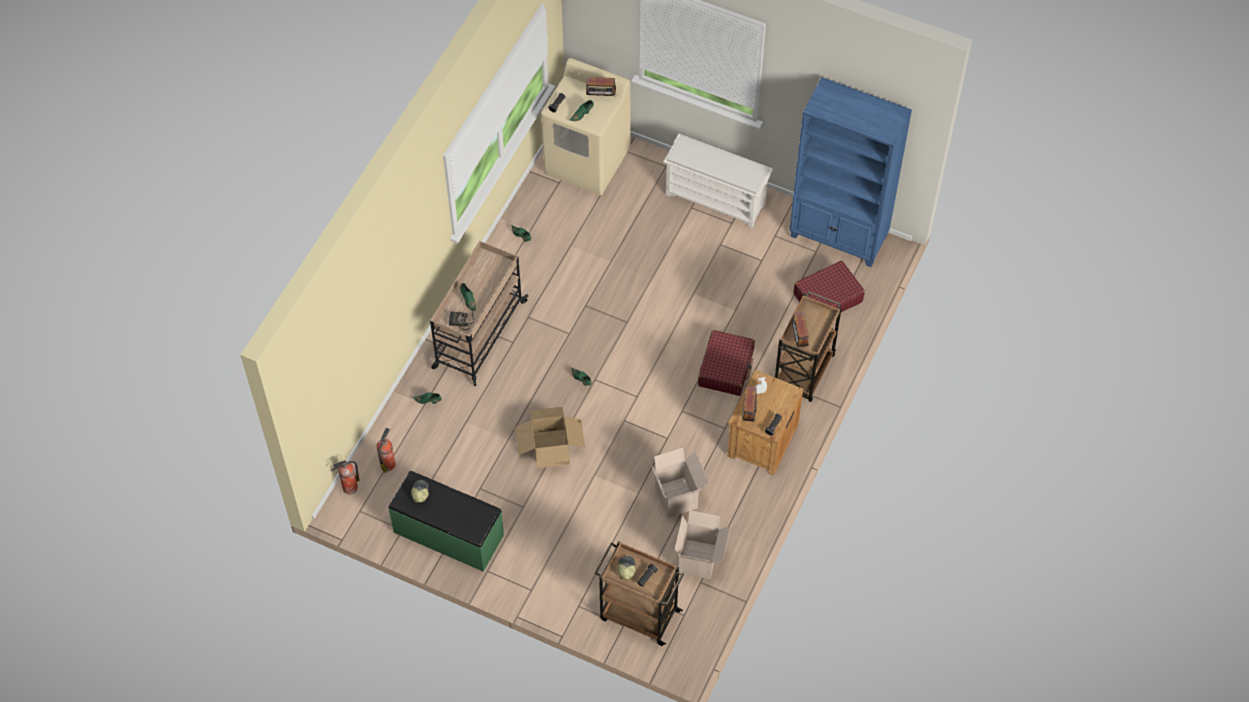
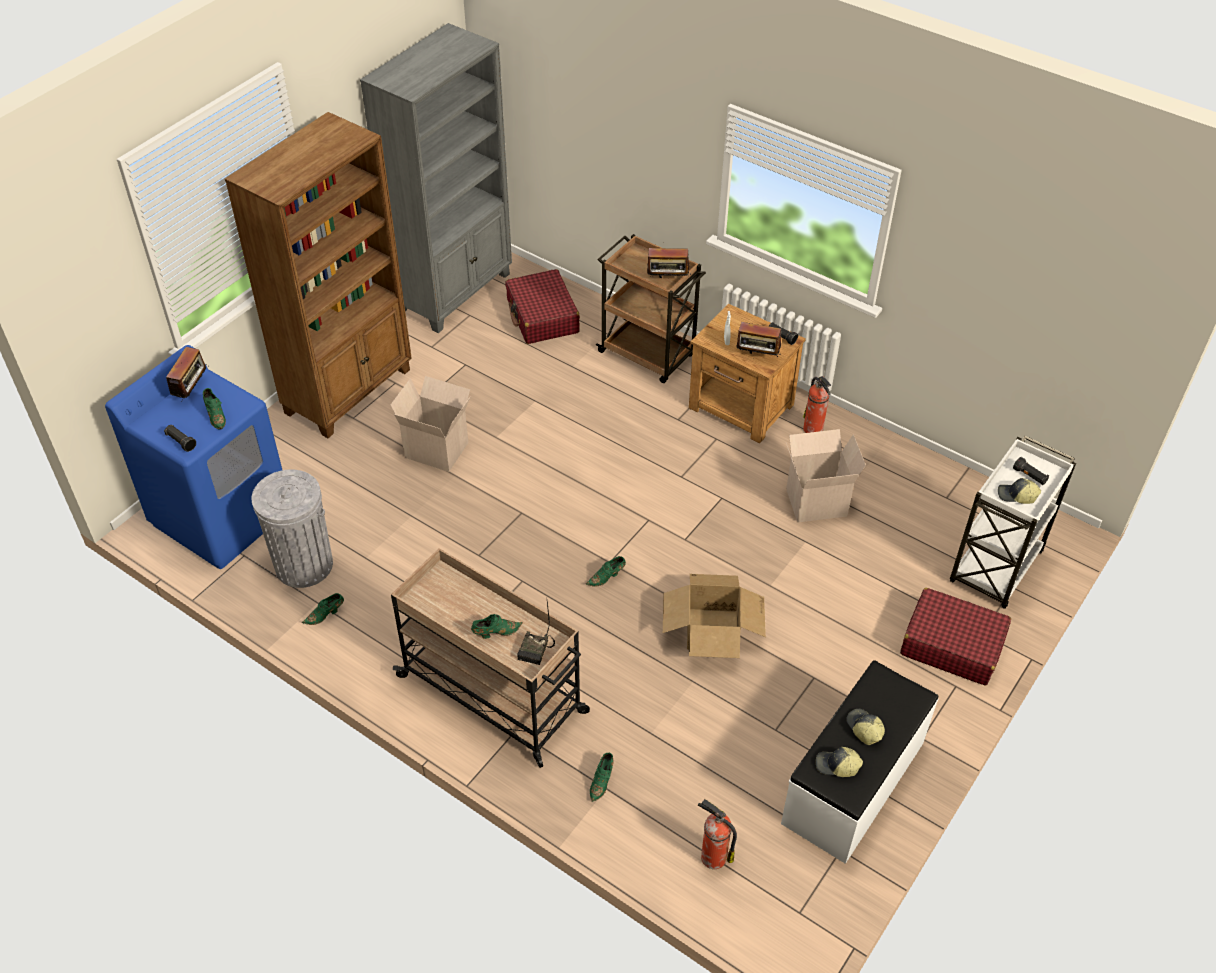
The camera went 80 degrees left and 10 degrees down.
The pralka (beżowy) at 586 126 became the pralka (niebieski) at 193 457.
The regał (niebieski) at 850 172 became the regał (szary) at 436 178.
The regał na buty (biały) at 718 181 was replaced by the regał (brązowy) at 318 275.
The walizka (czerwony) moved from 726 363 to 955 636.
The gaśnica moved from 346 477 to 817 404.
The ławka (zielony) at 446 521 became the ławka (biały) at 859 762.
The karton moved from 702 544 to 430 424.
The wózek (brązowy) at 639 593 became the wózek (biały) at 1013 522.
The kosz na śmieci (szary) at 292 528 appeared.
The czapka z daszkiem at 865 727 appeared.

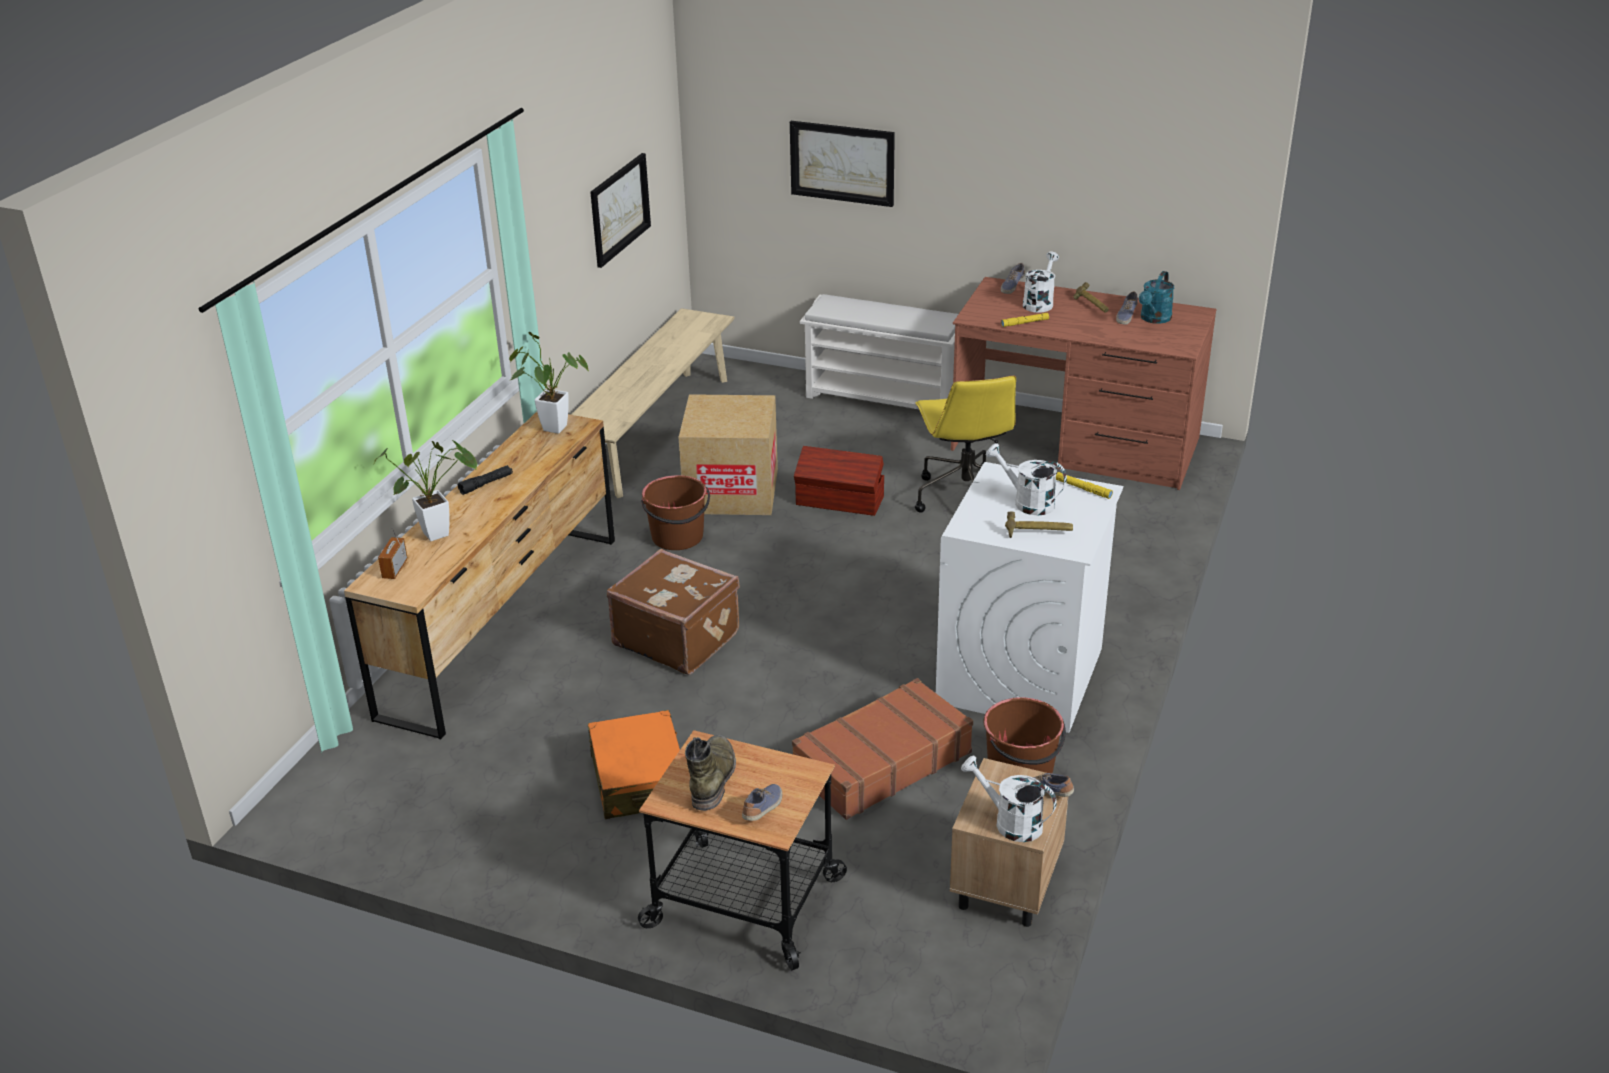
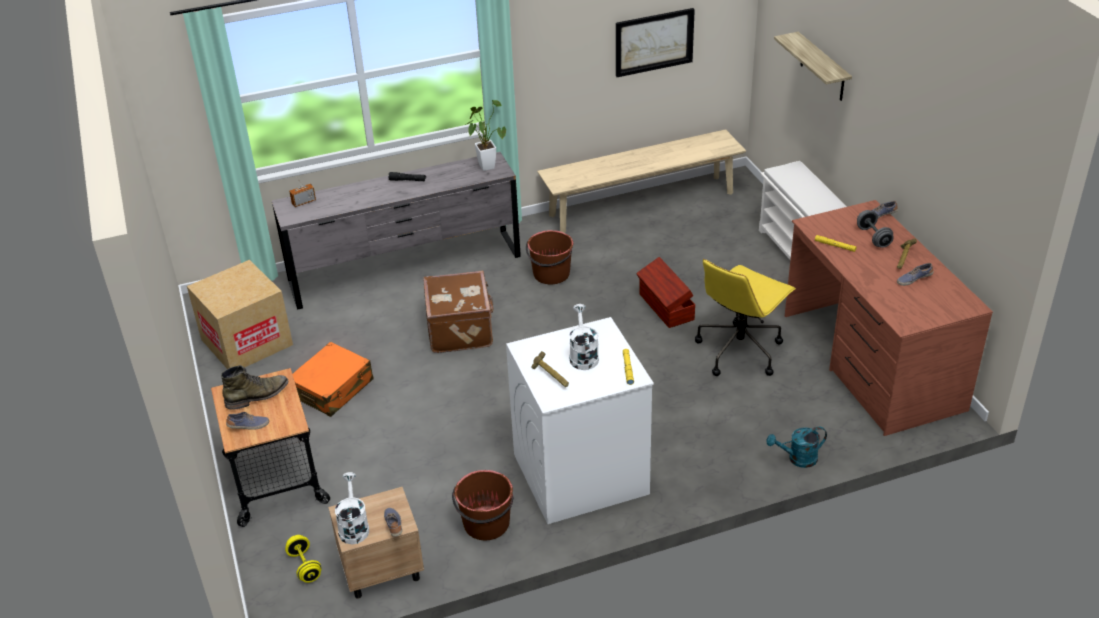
The camera went 50 degrees right and 5 degrees up.
The obraz at 842 164 was replaced by the półka at 813 66.
The konewka (biały) at 1041 282 was replaced by the hantel (szary) at 875 229.
The konewka (turkusowy) moved from 1156 297 to 796 447.
The karton moved from 728 454 to 240 314.
The komoda (brązowy) at 479 576 became the komoda (szary) at 396 231.
The roślina doniczkowa at 425 490 disappeared.
The walizka (brązowy) at 882 749 disappeared.
The hantel (żółty) at 303 559 appeared.

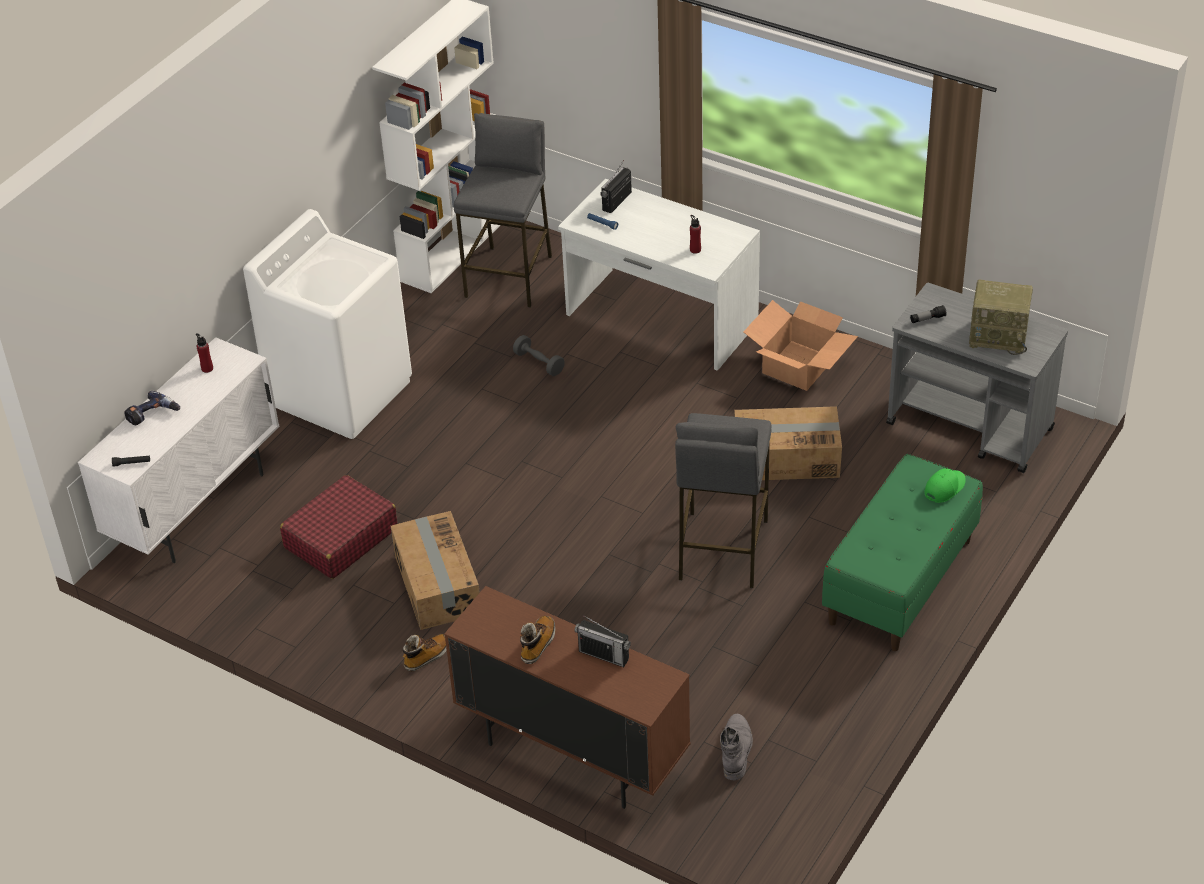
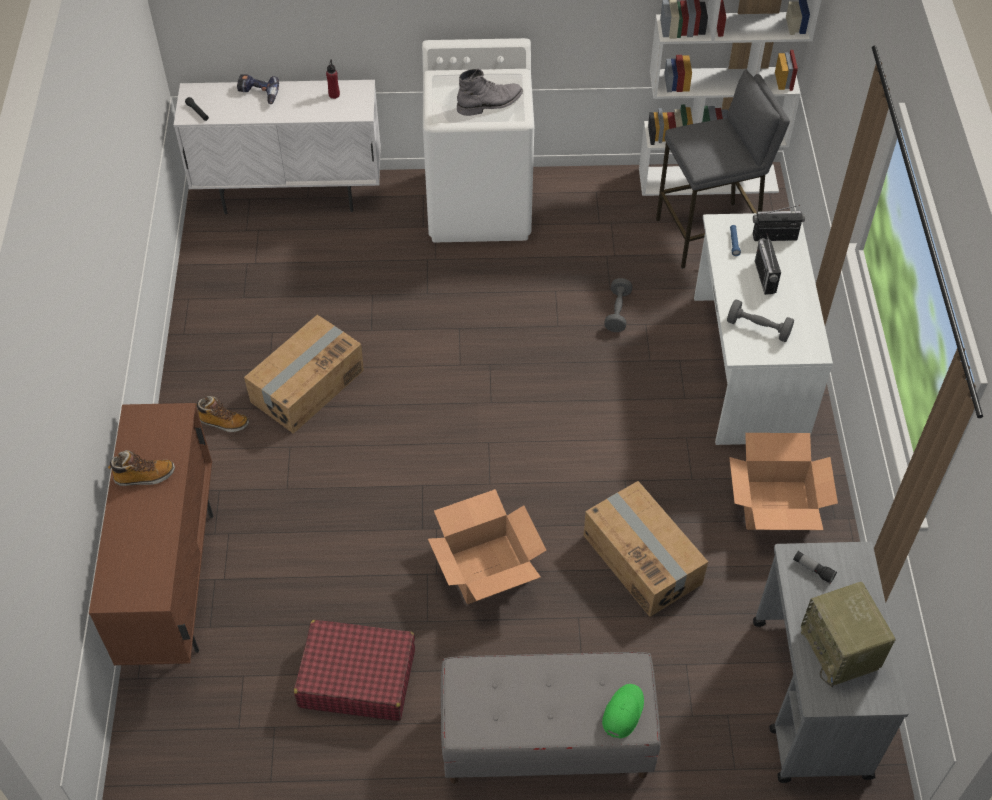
The camera went 55 degrees right and 10 degrees up.
The butelka (czerwony) at 695 234 was replaced by the hantel (szary) at 760 320.
The stołek (szary) at 723 500 was replaced by the karton at 487 546.
The ławka (zielony) at 902 552 became the ławka (szary) at 551 718.
The czapka z daszkiem (zielony) at 945 485 turned 75 degrees counterclockwise.
The walizka (czerwony) moved from 339 527 to 354 670.
The radio moved from 603 641 to 768 264.
The but z cholewką (szary) moved from 736 747 to 490 92.

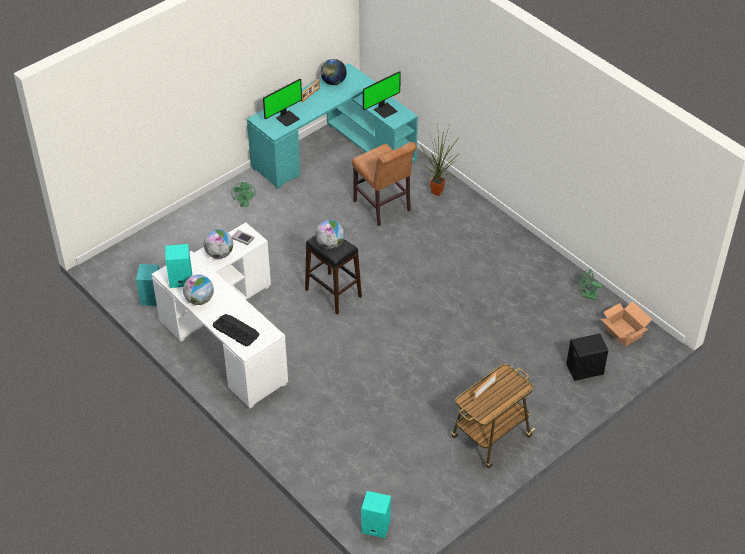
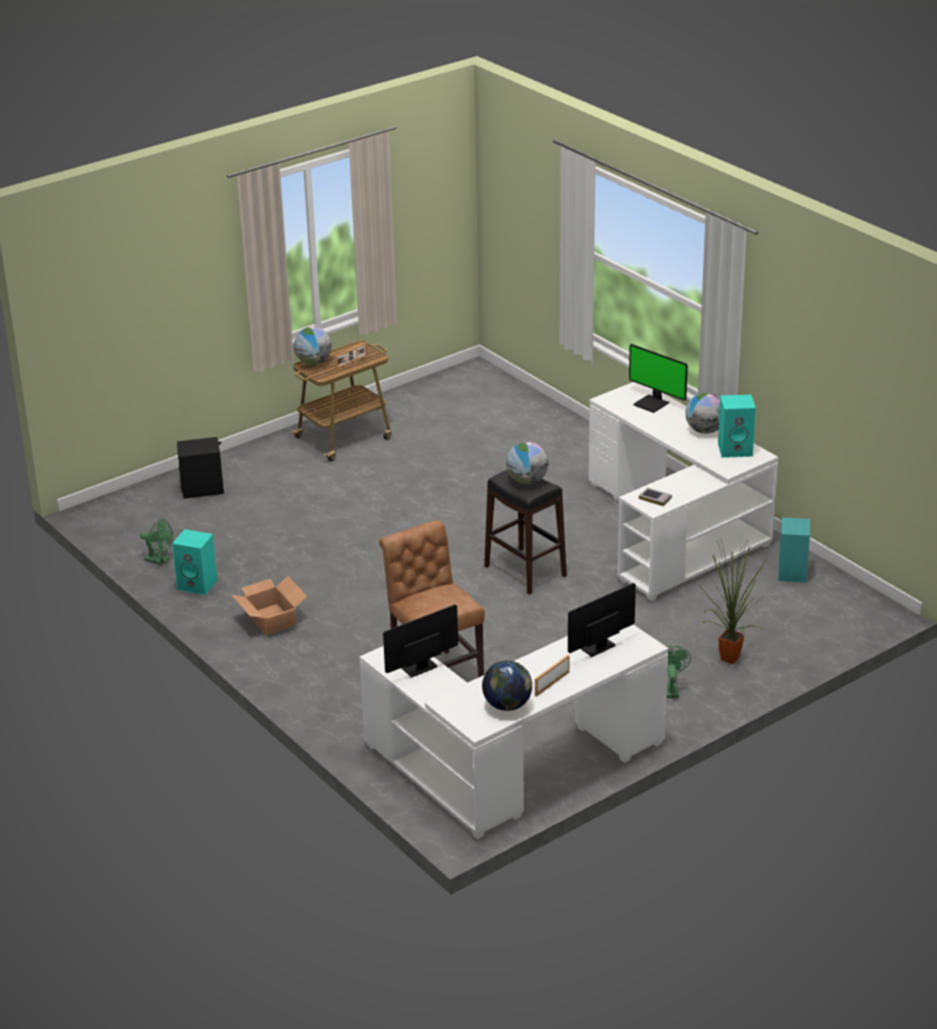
The camera went 175 degrees left and 15 degrees down.
The biurko (turkusowy) at 332 126 became the biurko (biały) at 513 731.
The roślina doniczkowa moved from 440 159 to 733 601.
The globus moved from 218 244 to 313 346.
The karton moved from 627 323 to 269 606.
The klawiatura at 236 330 was replaced by the monitor at 658 378.
The głośnik (turkusowy) moved from 376 514 to 194 562.

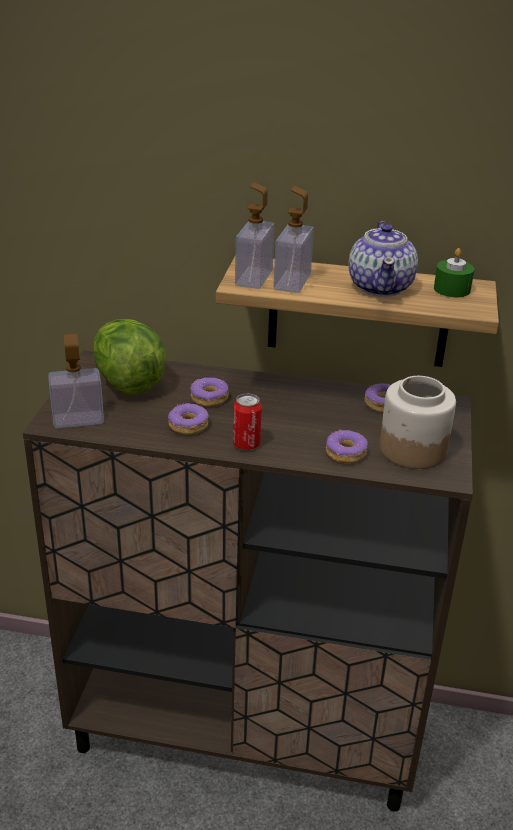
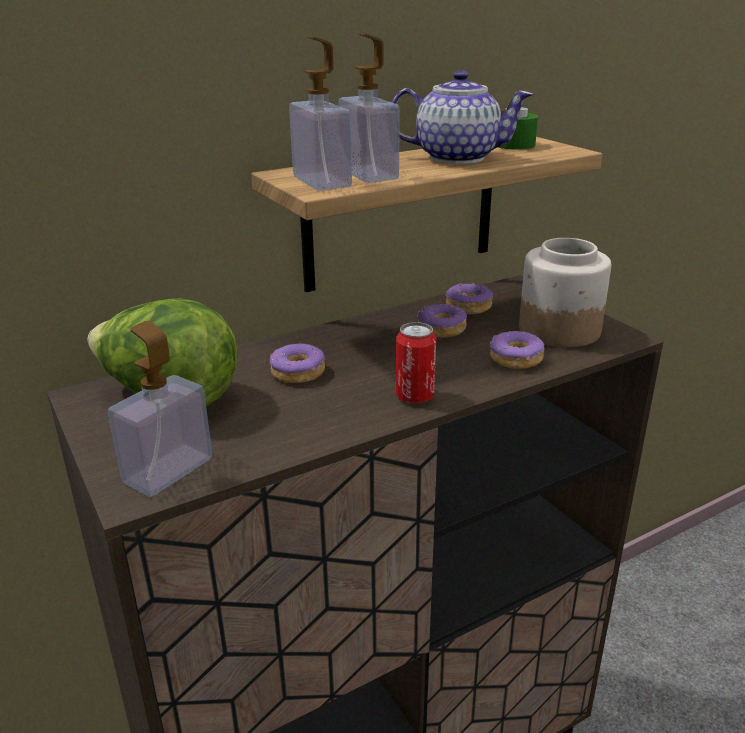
The camera went 40 degrees left and 5 degrees down.
The imbryk at 383 259 turned 45 degrees counterclockwise.
The donut moved from 188 419 to 442 321.

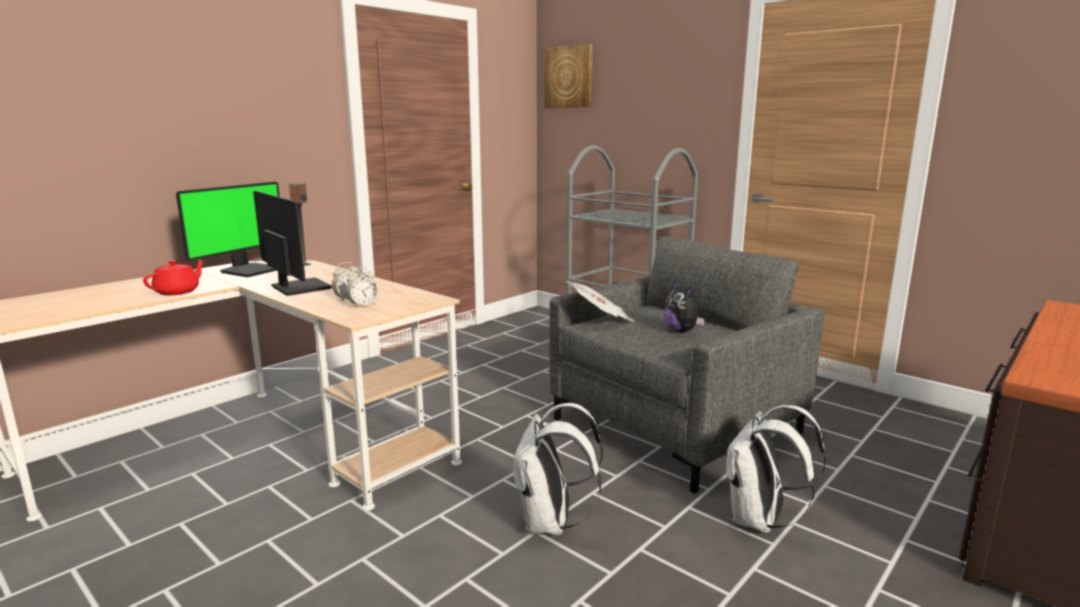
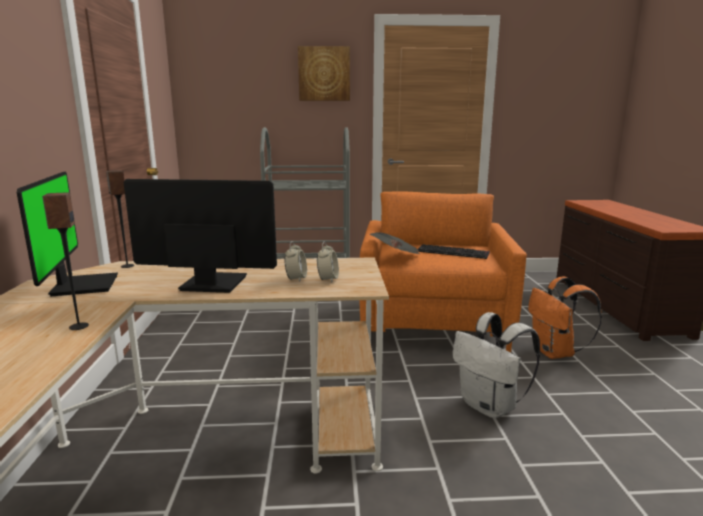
The camera went 45 degrees left and 0 degrees up.
The obraz moved from 568 76 to 324 73.
The fotel (szary) at 687 365 became the fotel (pomarańczowy) at 443 272.
The imbryk (czerwony) at 174 278 was replaced by the głośnik at 65 261.
The pluszak at 684 306 was replaced by the klawiatura at 453 251.
The plecak (biały) at 776 469 became the plecak (pomarańczowy) at 565 318.

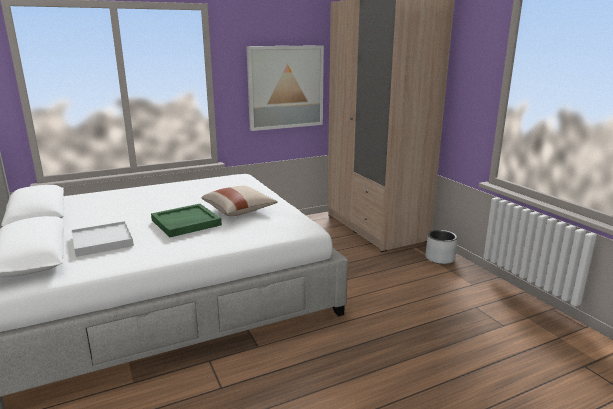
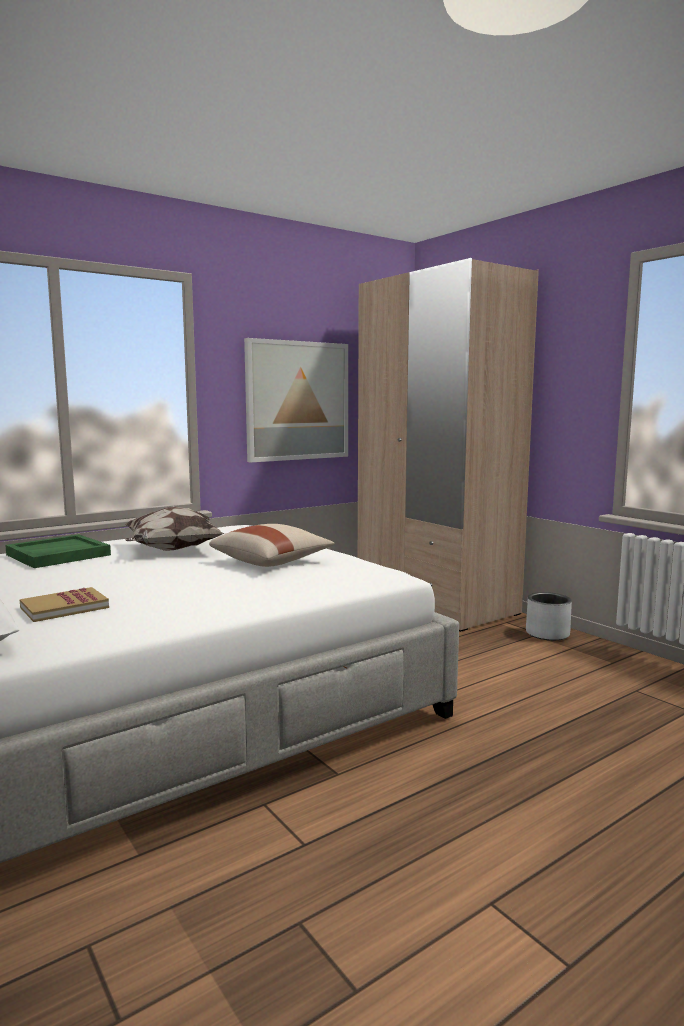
The camera went 10 degrees left and 10 degrees down.
The taca (zielony) moved from 186 220 to 58 551.
The taca (biały) at 103 239 was replaced by the książka at 64 604.
The poduszka at 175 528 appeared.

